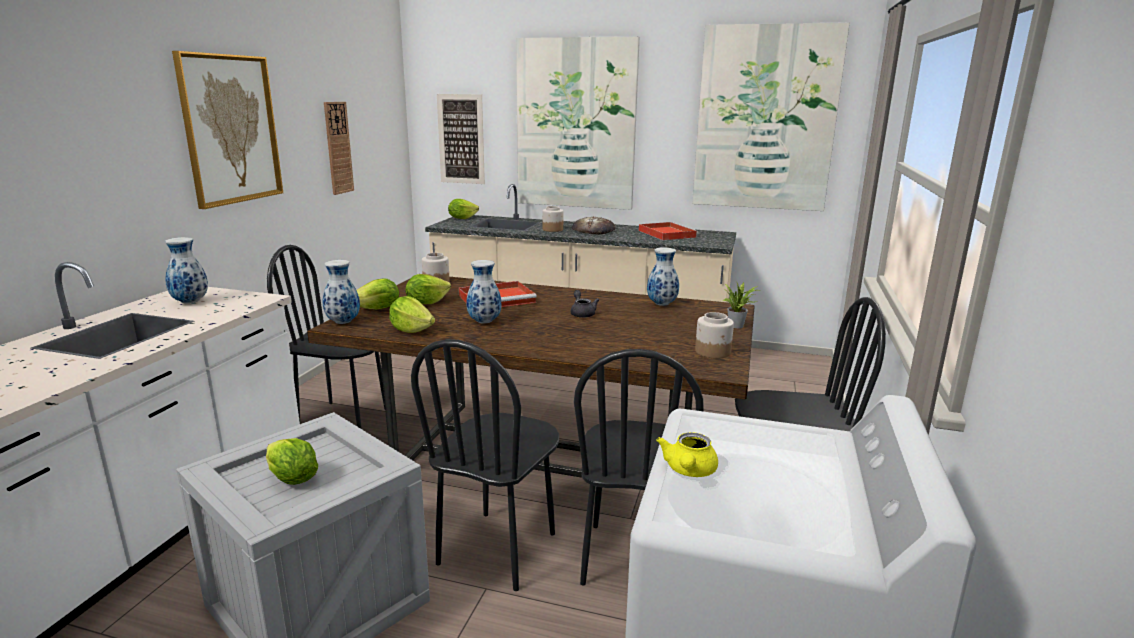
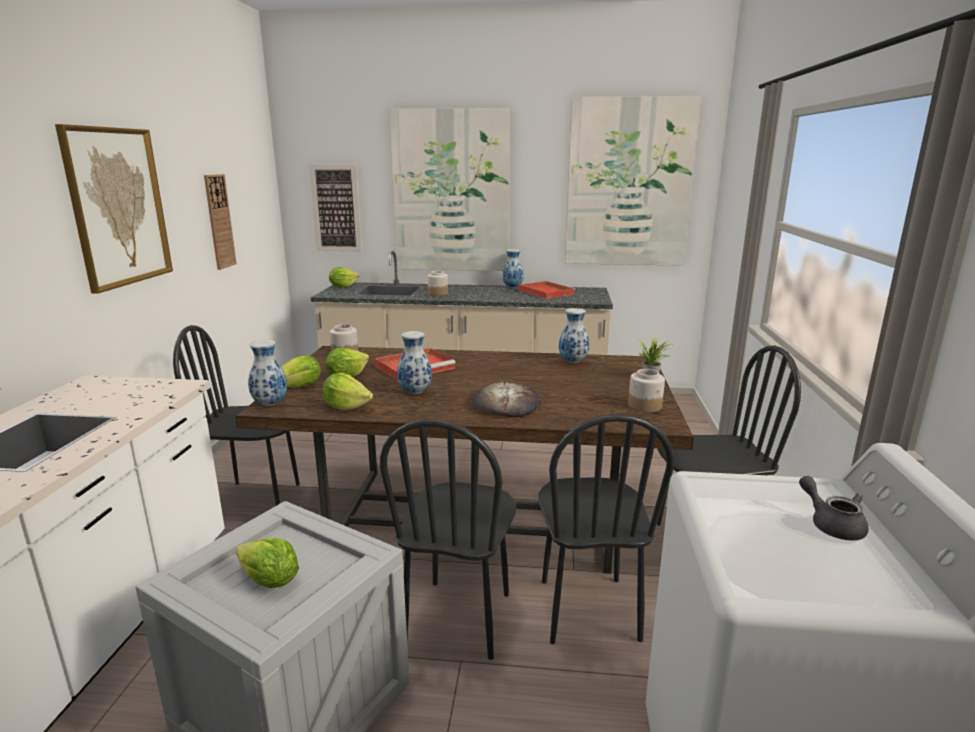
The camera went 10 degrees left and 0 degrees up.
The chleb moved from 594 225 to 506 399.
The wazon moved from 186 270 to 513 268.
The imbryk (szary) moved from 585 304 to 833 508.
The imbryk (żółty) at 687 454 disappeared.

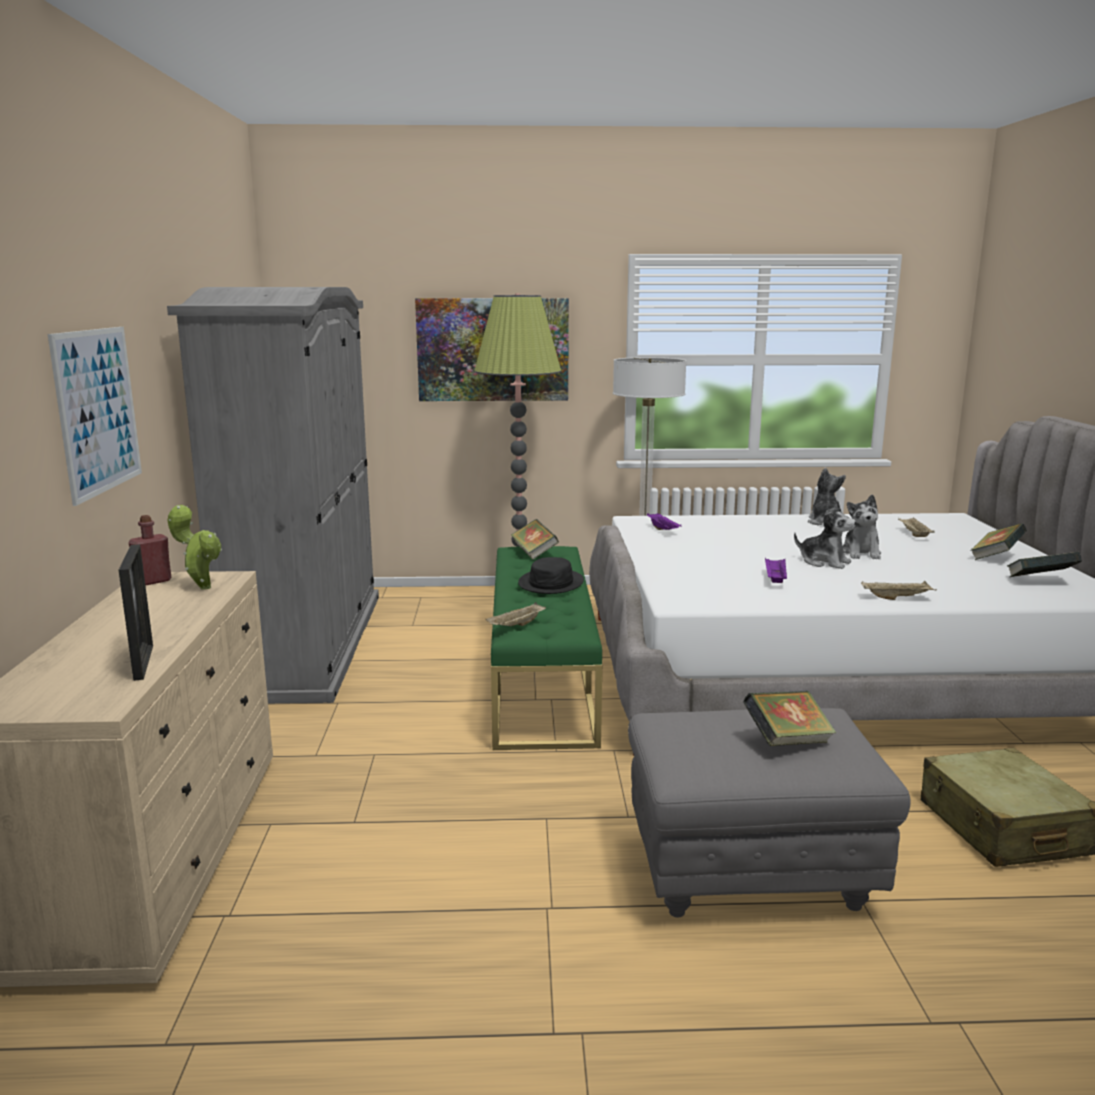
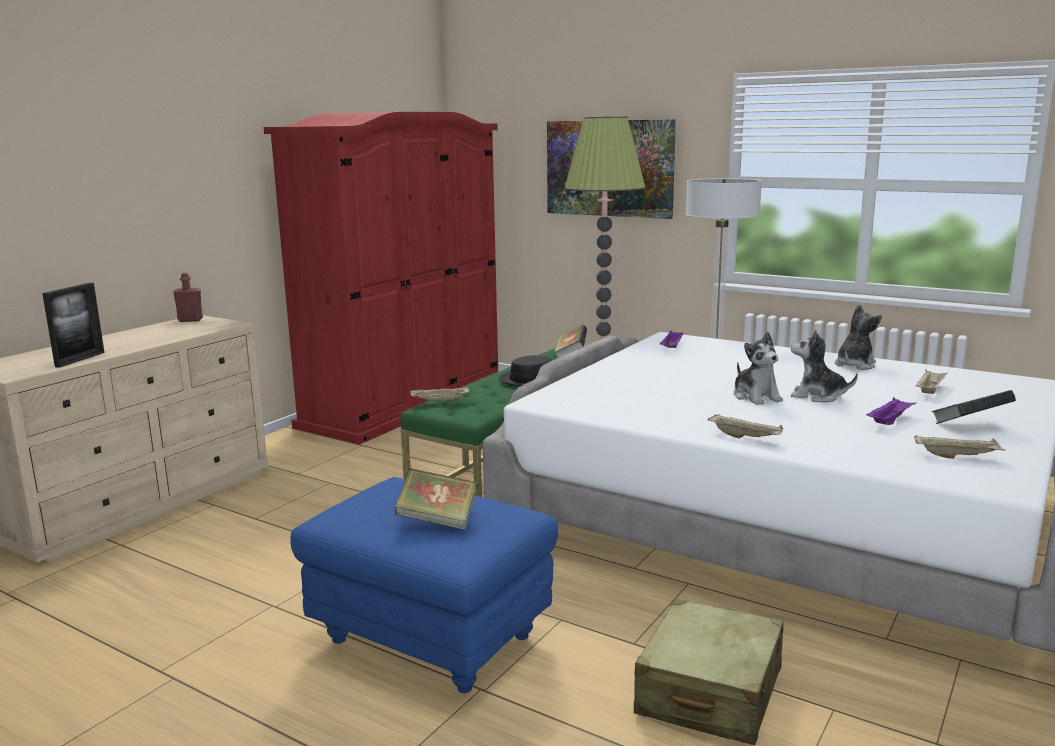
The camera went 35 degrees right and 0 degrees up.
The szafa (szary) at 273 495 became the szafa (czerwony) at 381 278.
The obraz at 95 416 disappeared.
The pluszak at 862 527 turned 75 degrees clockwise.
The roślina doniczkowa at 194 547 disappeared.
The książka at 1044 564 was replaced by the taca (beżowy) at 959 447.
The taca (fioletowy) moved from 776 570 to 891 411.
The pufa (szary) at 769 812 became the pufa (niebieski) at 424 585.

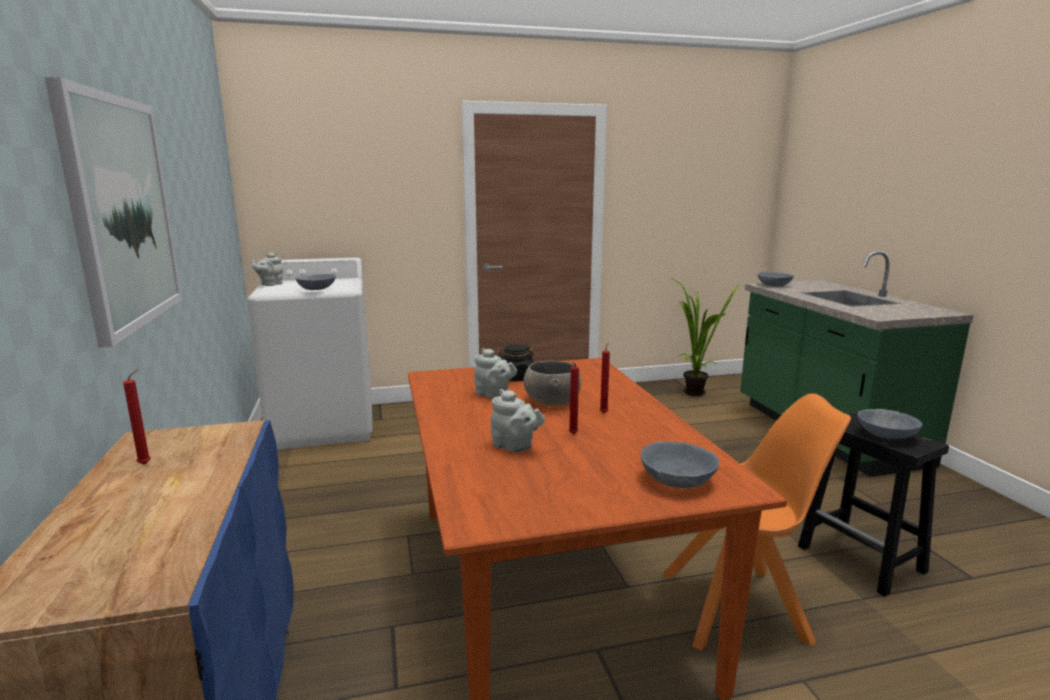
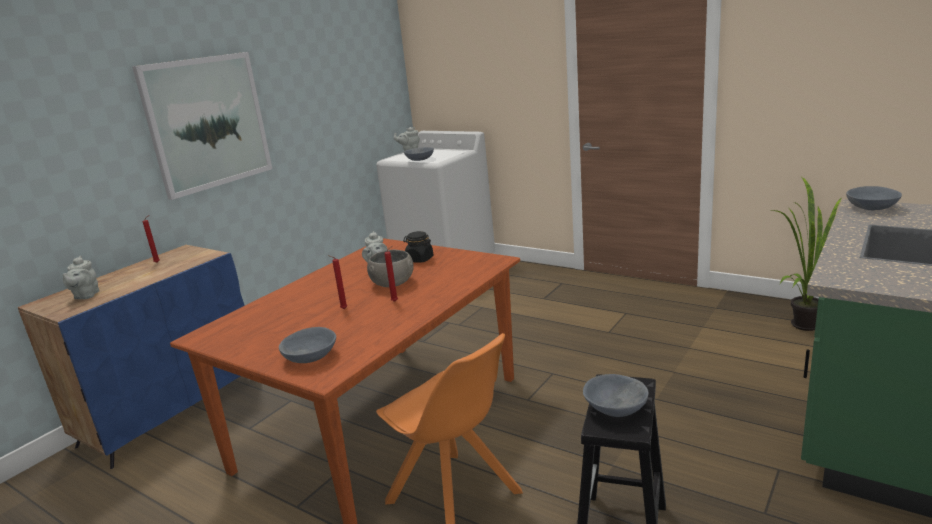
The camera went 50 degrees right and 5 degrees up.
The imbryk (szary) moved from 518 421 to 80 277.

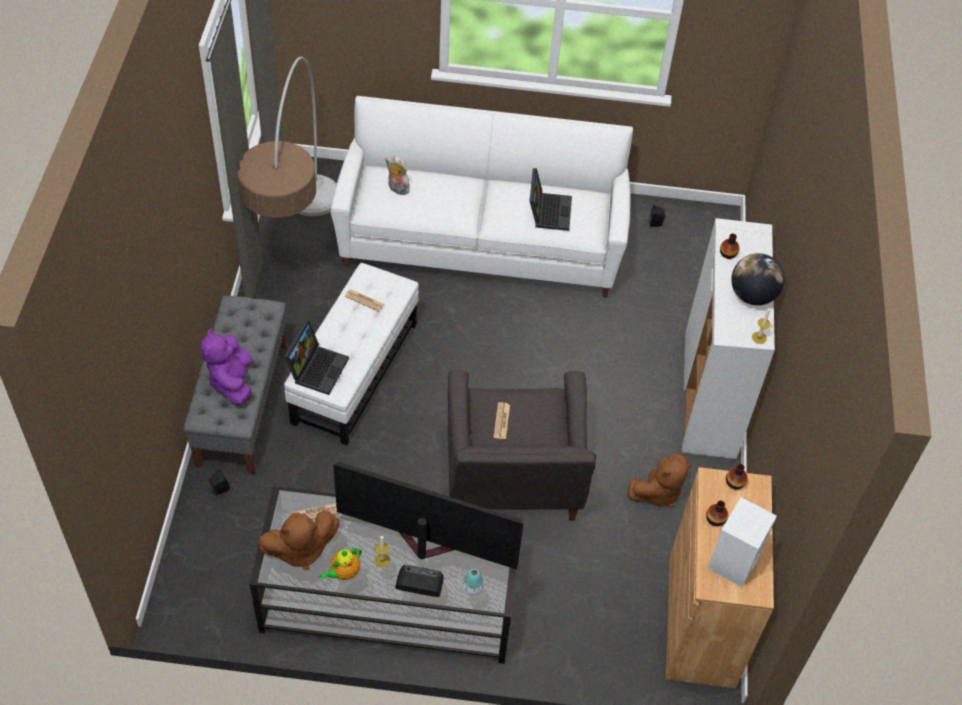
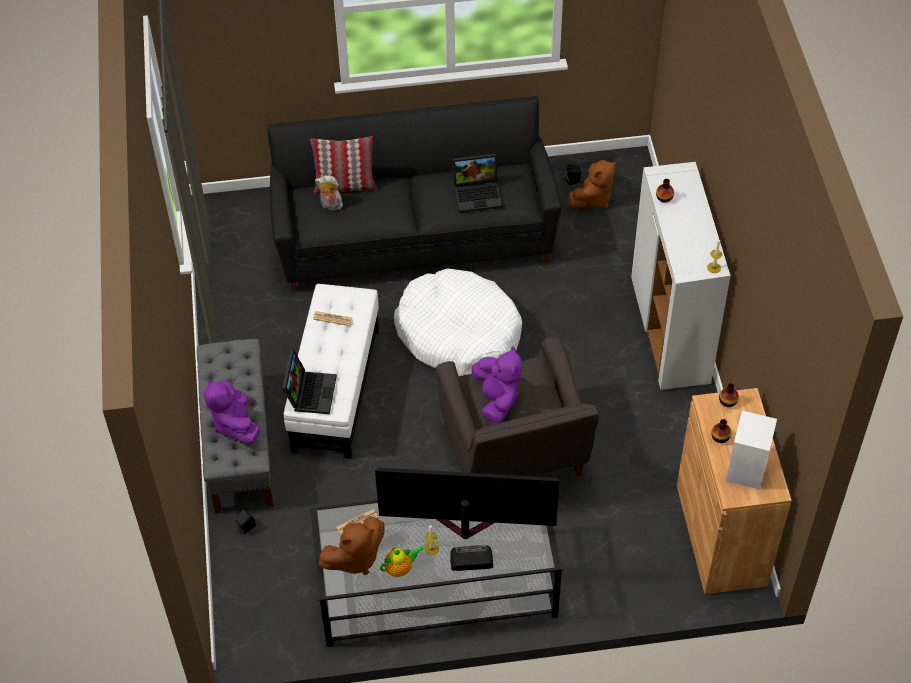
The camera went 10 degrees left and 0 degrees up.
The lampa stojąca at 286 137 disappeared.
The kanapa (biały) at 482 197 became the kanapa (czarny) at 414 194.
The laptop at 551 199 turned 90 degrees clockwise.
The globus at 757 279 disappeared.
The gazeta at 502 420 was replaced by the pluszak (fioletowy) at 497 384.
The pluszak (brązowy) moved from 659 480 to 592 184.
The imbryk at 340 564 turned 150 degrees counterclockwise.
The wazon at 473 582 disappeared.
The poduszka at 344 164 appeared.
The legowisko (biały) at 458 322 appeared.

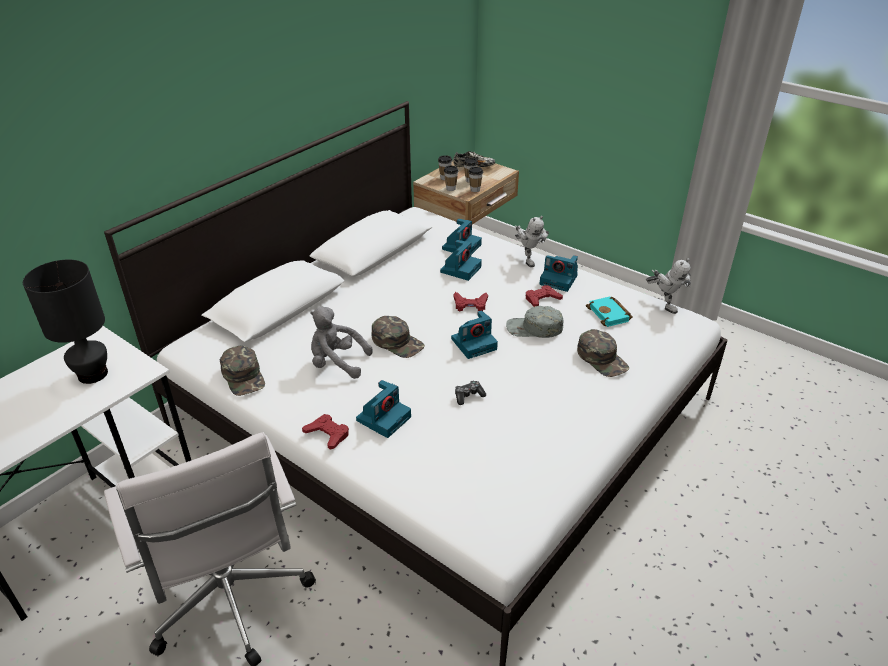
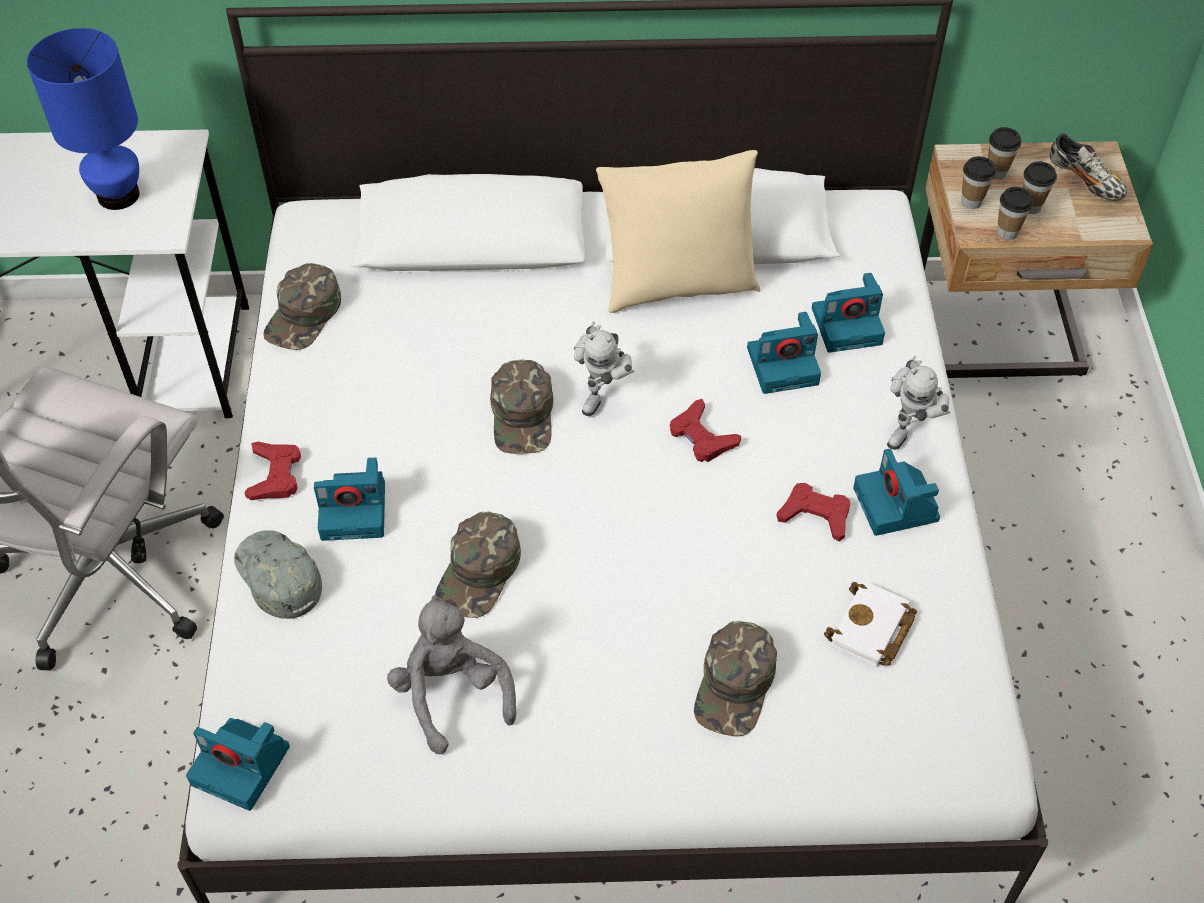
The camera went 50 degrees right and 15 degrees up.
The robot zabawkowy moved from 668 286 to 604 368.
The lampa stołowa (czarny) at 65 322 became the lampa stołowa (niebieski) at 83 119.
The książka (turkusowy) at 609 312 became the książka (biały) at 870 623.
The czapka z daszkiem (szary) moved from 534 322 to 278 574.
The pluszak (szary) moved from 341 343 to 451 674.
The aparat fotograficzny moved from 474 334 to 238 764.
The pad do gier at 470 393 was replaced by the czapka z daszkiem (zielony) at 478 565.
The poduszka (beżowy) at 678 231 appeared.

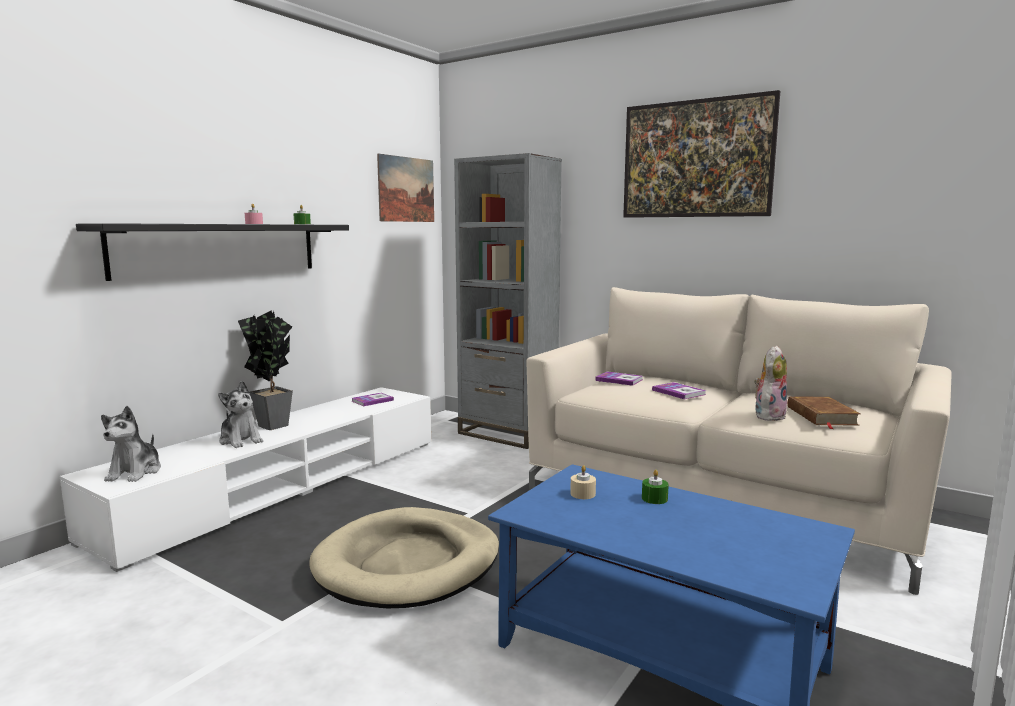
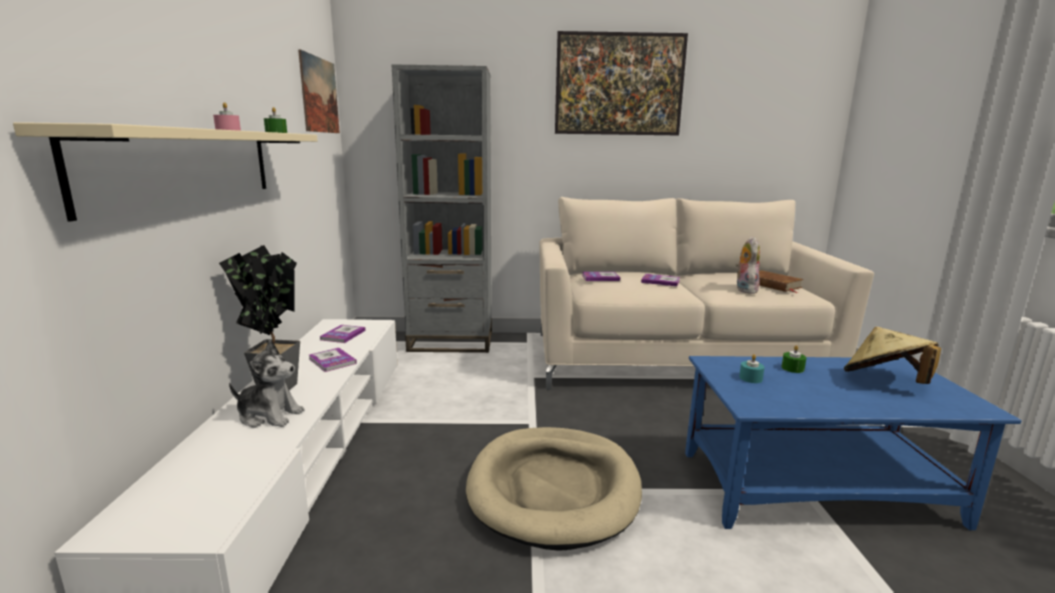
The camera went 35 degrees left and 5 degrees up.
The półka (czarny) at 212 252 became the półka (beżowy) at 165 171.
The pluszak at 131 444 disappeared.
The świeca (beżowy) at 583 482 became the świeca (turkusowy) at 752 368.
The kapelusz (beżowy) at 892 355 appeared.
The książka at 333 360 appeared.

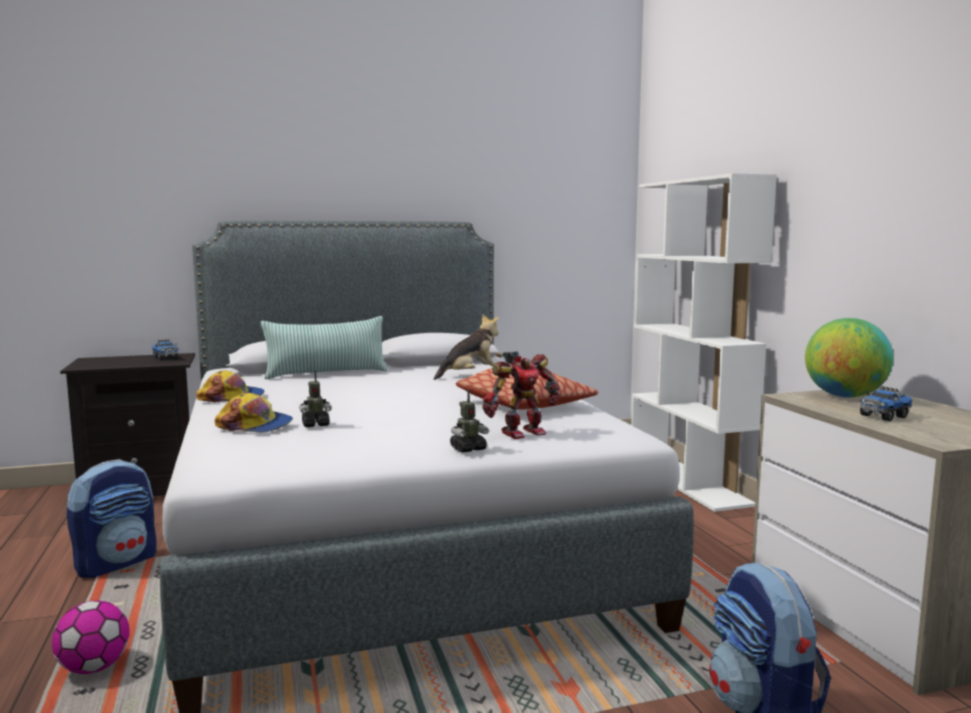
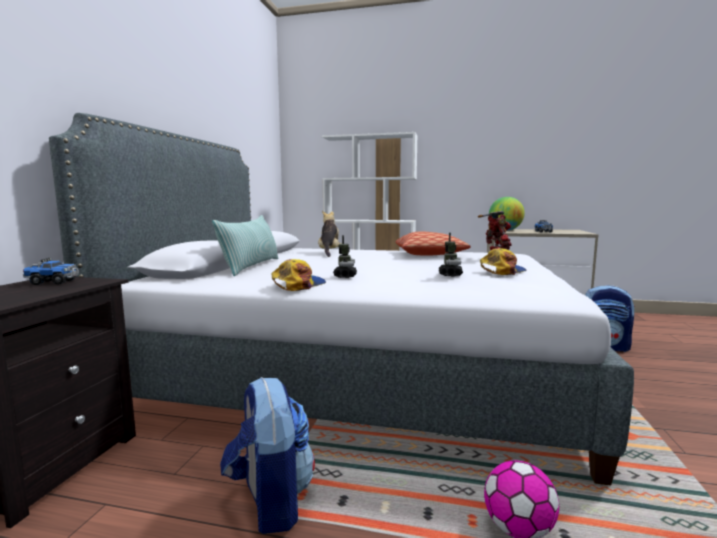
The camera went 60 degrees left and 0 degrees up.
The robot zabawkowy moved from 469 421 to 345 256.
The czapka z daszkiem moved from 254 413 to 503 261.

